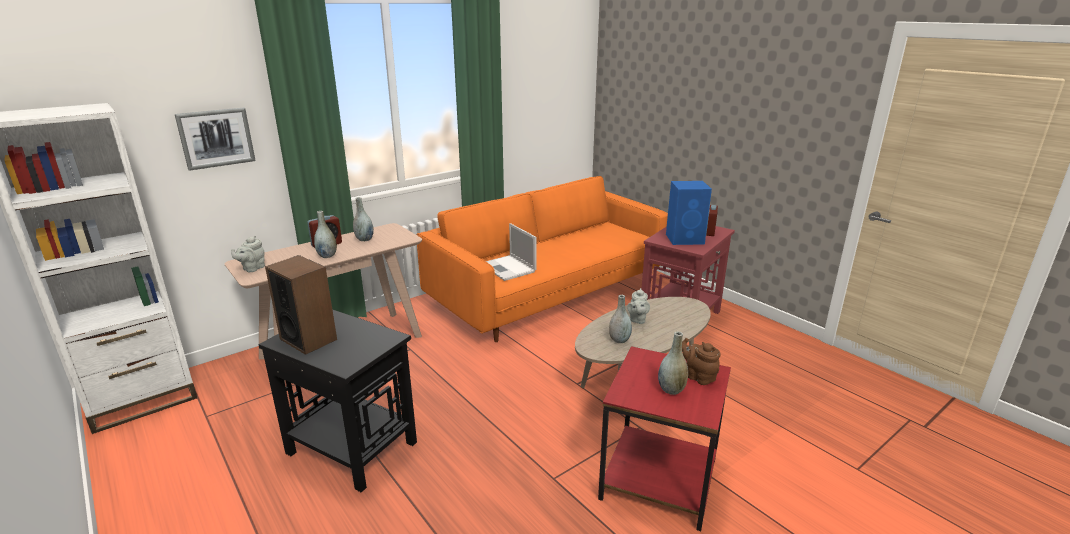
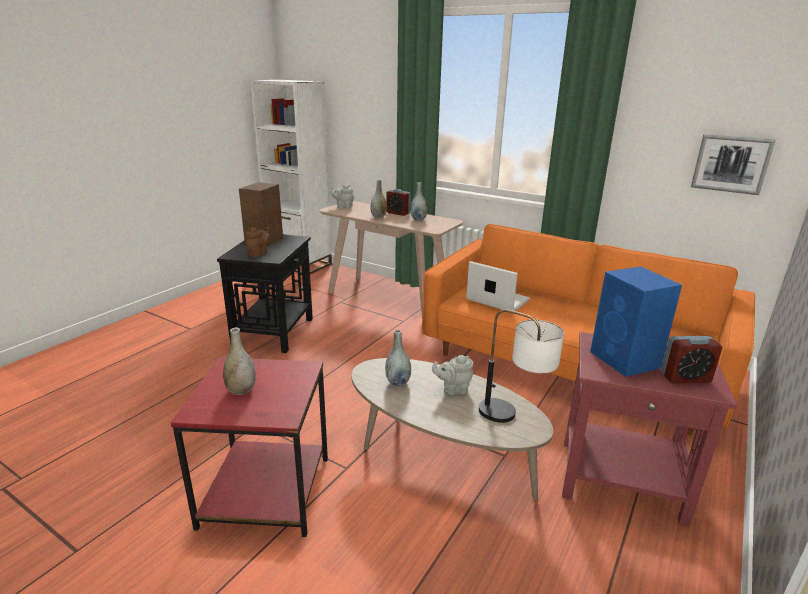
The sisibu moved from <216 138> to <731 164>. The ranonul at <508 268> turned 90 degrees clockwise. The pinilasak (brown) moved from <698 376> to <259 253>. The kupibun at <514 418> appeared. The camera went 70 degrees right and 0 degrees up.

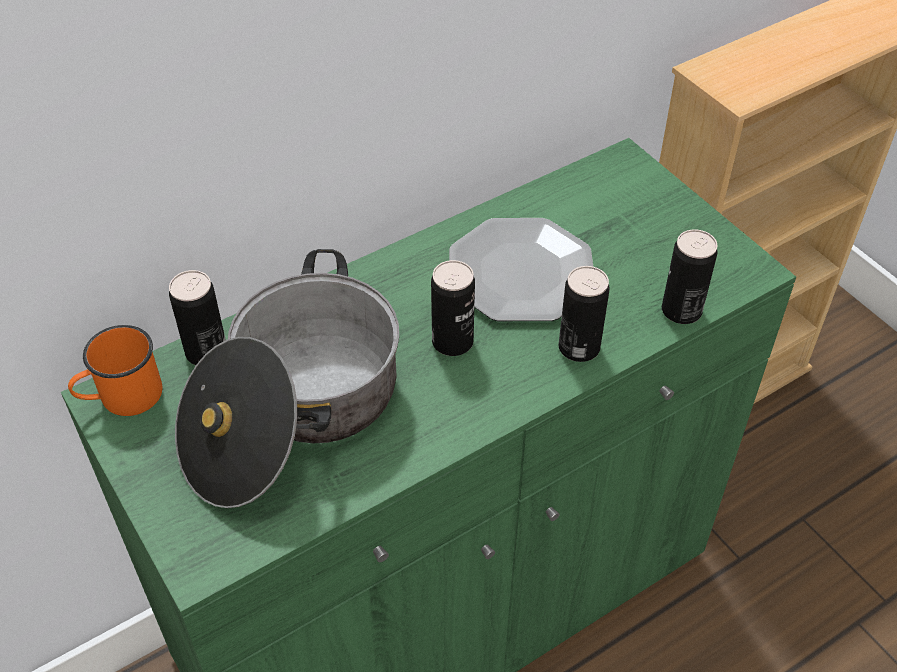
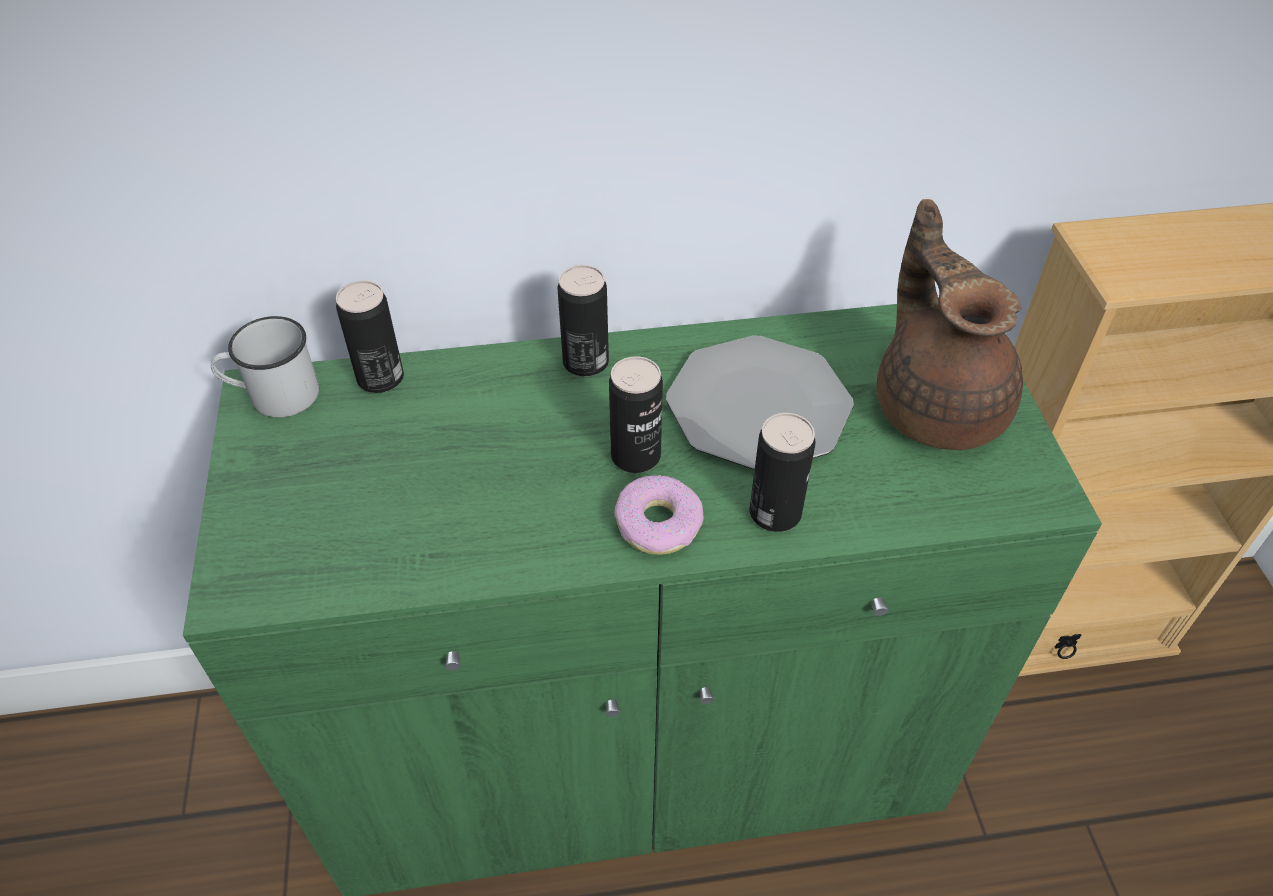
The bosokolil moved from <681 310> to <585 362>. The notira at <293 413> disappeared. The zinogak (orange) at <122 397> became the zinogak (white) at <274 395>. The pinilasak (brown) at <937 403> appeared. The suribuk at <658 523> appeared. The camera went 25 degrees right and 0 degrees up.

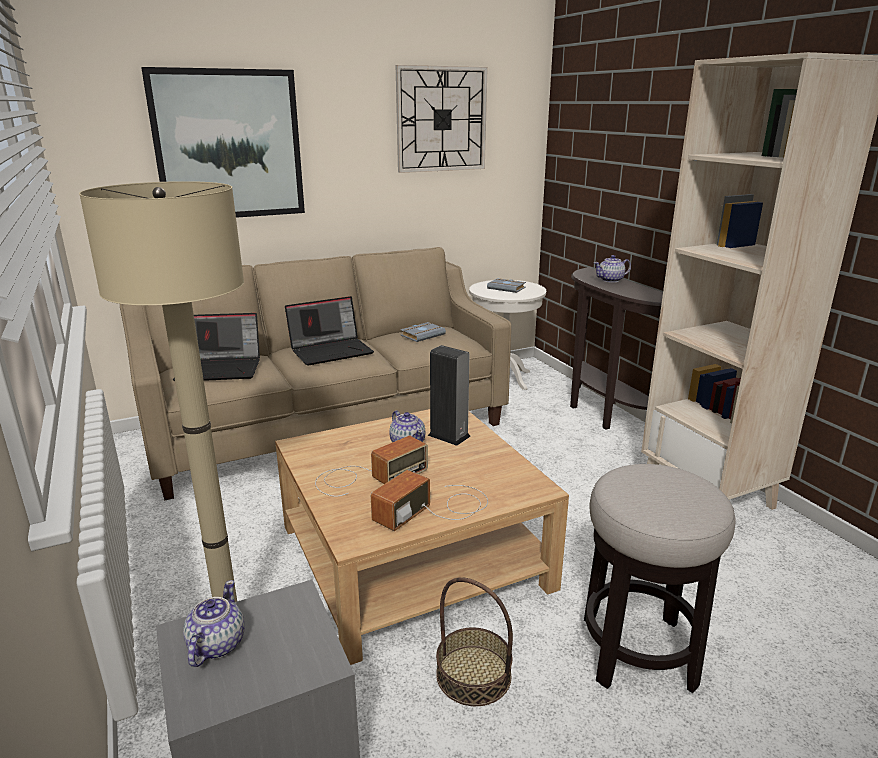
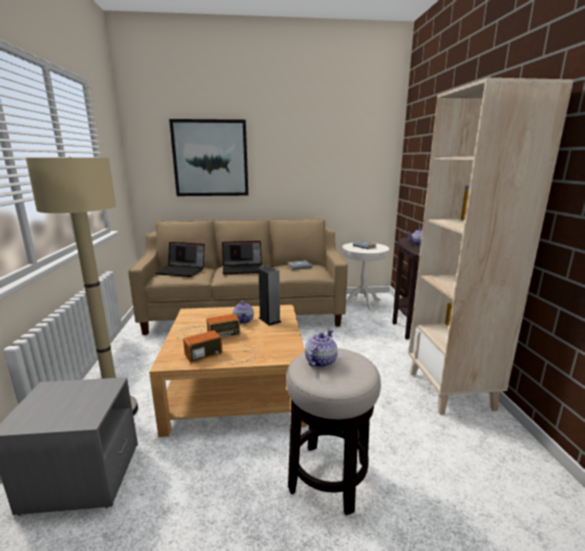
The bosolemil at <441 119> disappeared. The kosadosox at <474 675> disappeared. The pinilasak moved from <216 645> to <320 361>. The camera went 20 degrees right and 5 degrees down.

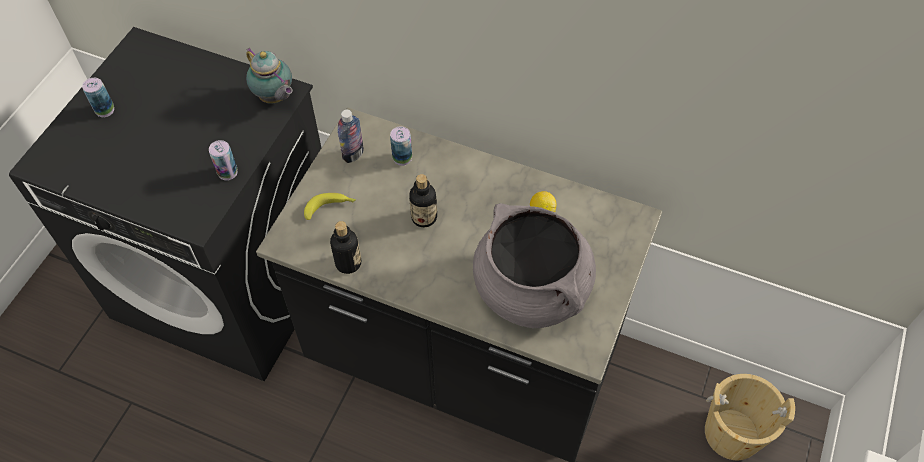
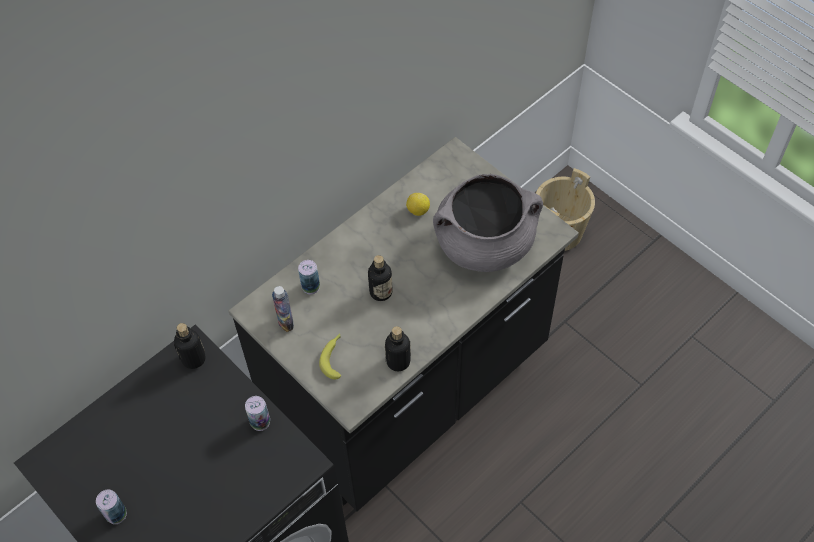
The pinilasak at <275 98> was replaced by the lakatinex at <193 359>. The camera went 65 degrees left and 0 degrees up.

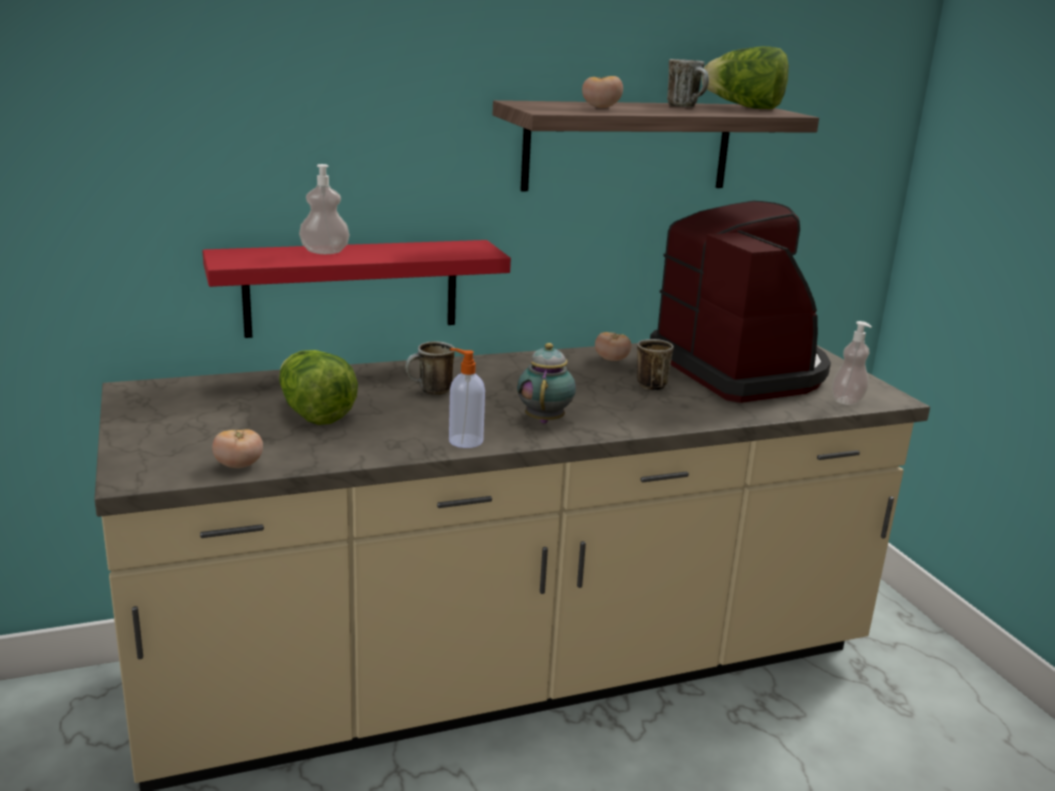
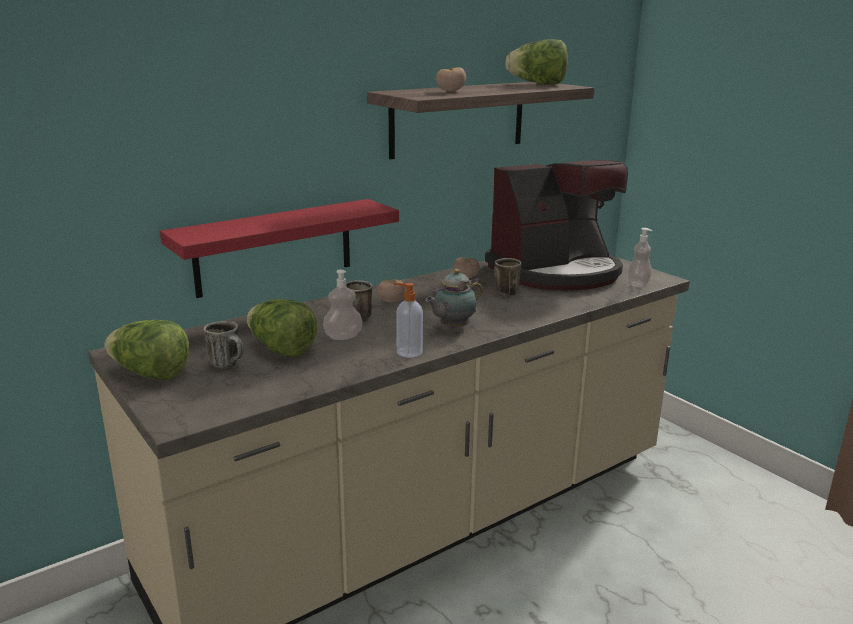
The zinogak moved from <686 106> to <229 365>. The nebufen moved from <324 252> to <343 337>. The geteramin at <741 369> turned 105 degrees clockwise. The pinilasak at <545 419> turned 120 degrees counterclockwise. The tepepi moved from <239 466> to <391 301>. The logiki at <150 374> appeared. The camera went 15 degrees left and 0 degrees up.

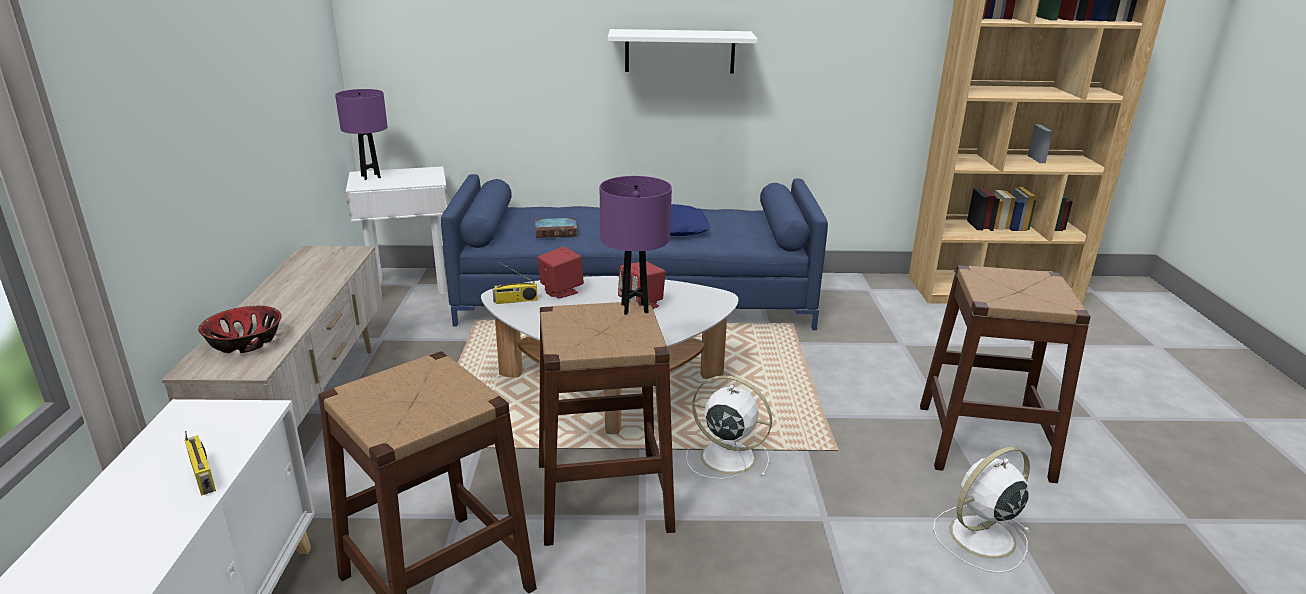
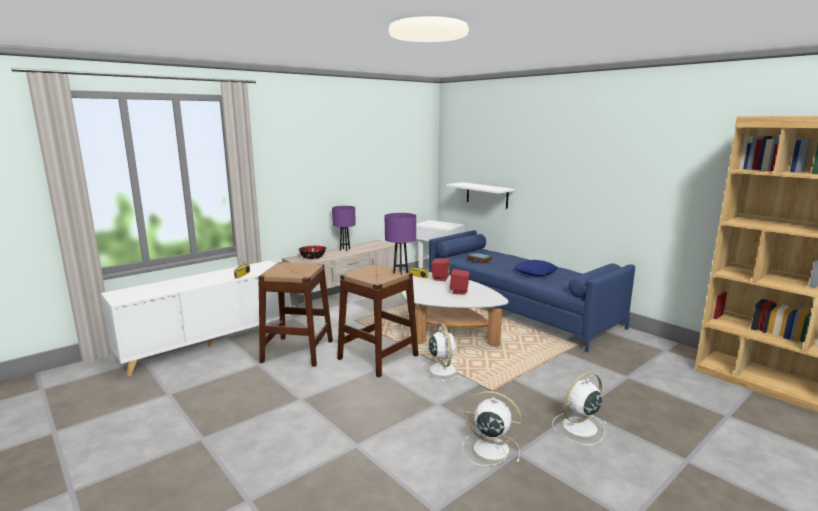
The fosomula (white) moved from <680 51> to <487 195>. The kupibun (purple) moved from <370 177> to <344 249>. The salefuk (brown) at <984 441> was replaced by the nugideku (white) at <578 428>. The camera went 50 degrees right and 10 degrees down.

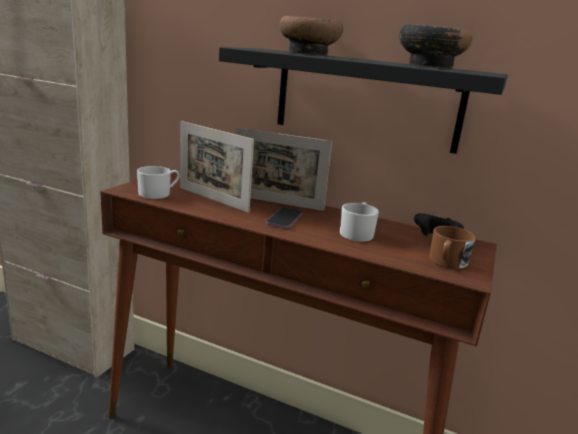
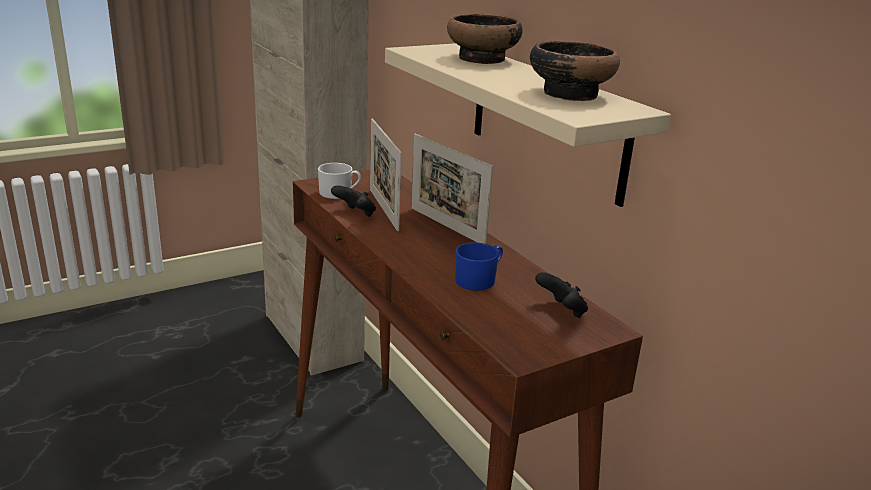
The fosomula (black) at <366 99> became the fosomula (beige) at <546 120>. The zinogak (white) at <357 233> became the zinogak (blue) at <479 279>. The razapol at <284 219> disappeared. The zinogak (brown) at <446 263> disappeared. The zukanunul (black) at <355 214> appeared. The camera went 35 degrees right and 5 degrees up.

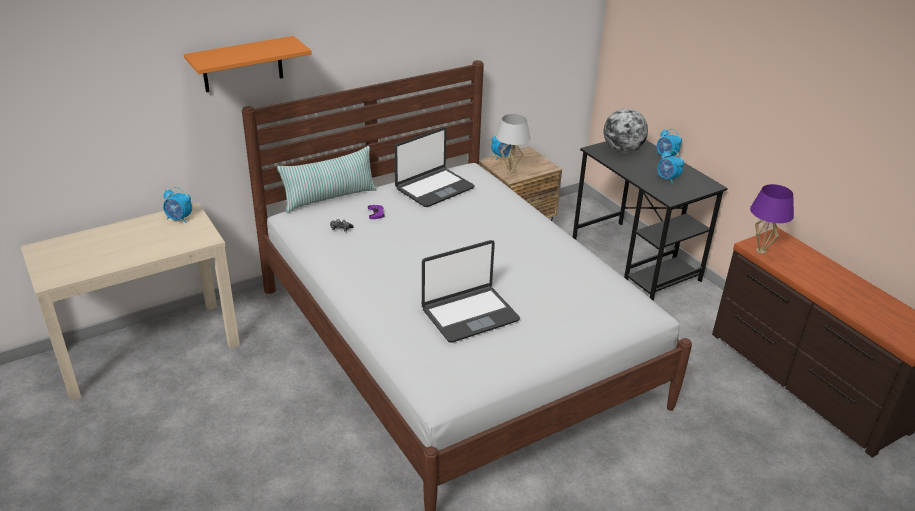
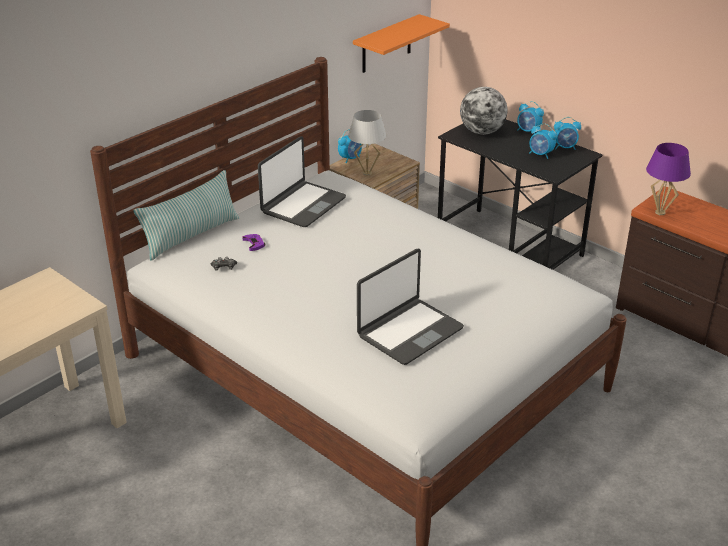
The fosomula (orange) moved from <242 64> to <386 44>. The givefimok moved from <179 219> to <565 148>. The camera went 15 degrees left and 0 degrees up.

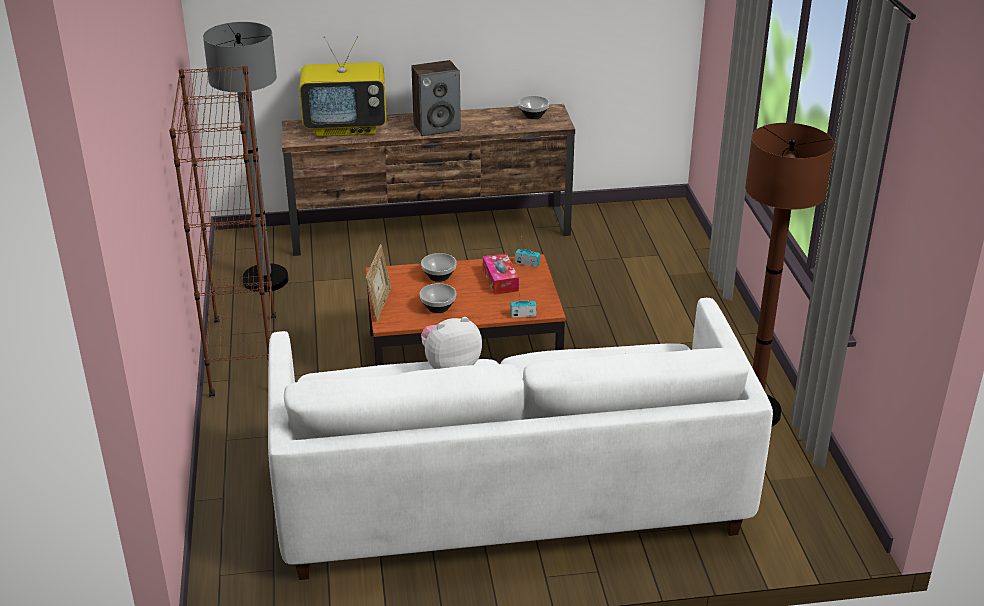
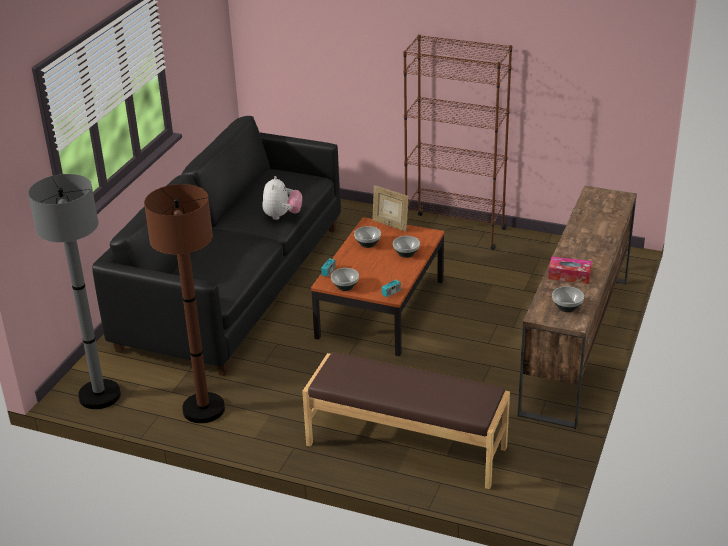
The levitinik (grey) moved from <265 280> to <99 396>. The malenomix at <346 127> disappeared. The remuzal at <437 127> disappeared. The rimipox moved from <500 280> to <569 275>. The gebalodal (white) at <509 495> became the gebalodal (black) at <234 286>. The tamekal at <345 287> appeared. The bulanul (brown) at <405 447> appeared. The camera went 120 degrees right and 0 degrees up.

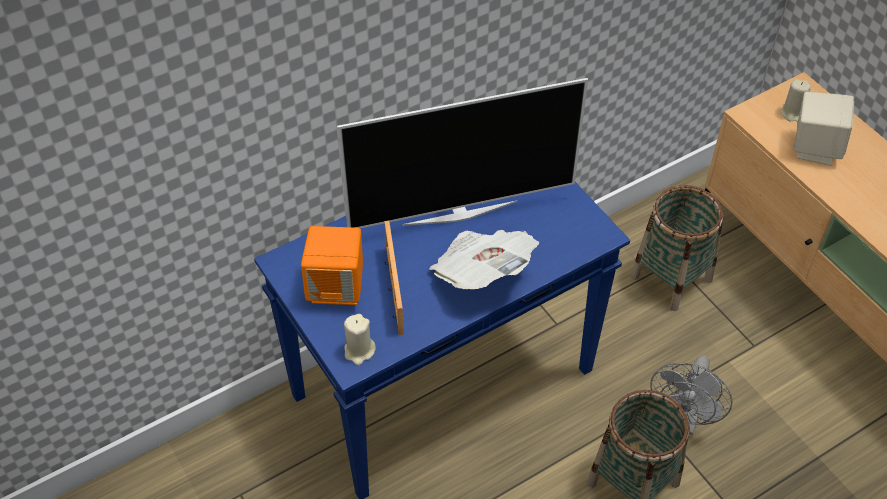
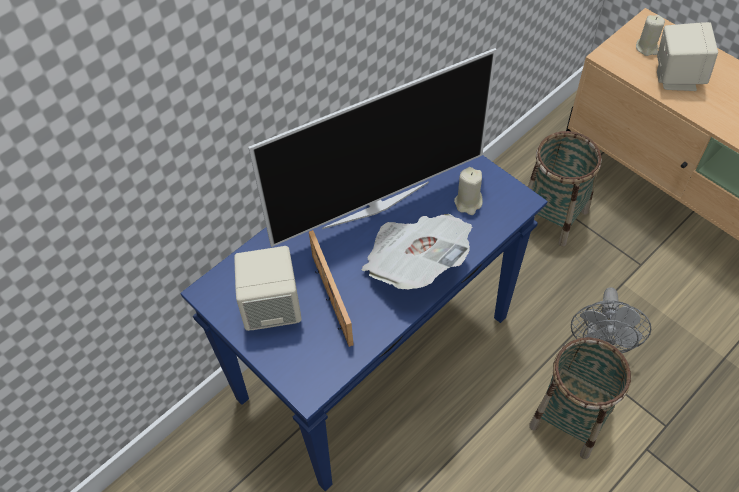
The remuzal (orange) at <336 287> became the remuzal (beige) at <273 308>. The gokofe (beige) moved from <359 351> to <468 203>. The camera went 10 degrees left and 5 degrees up.

